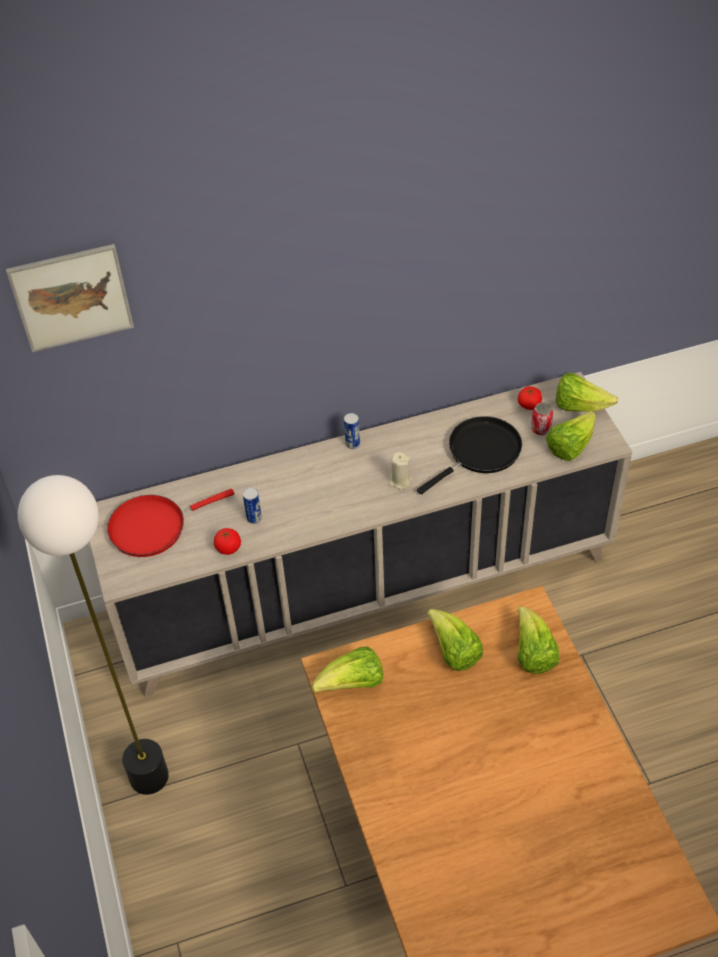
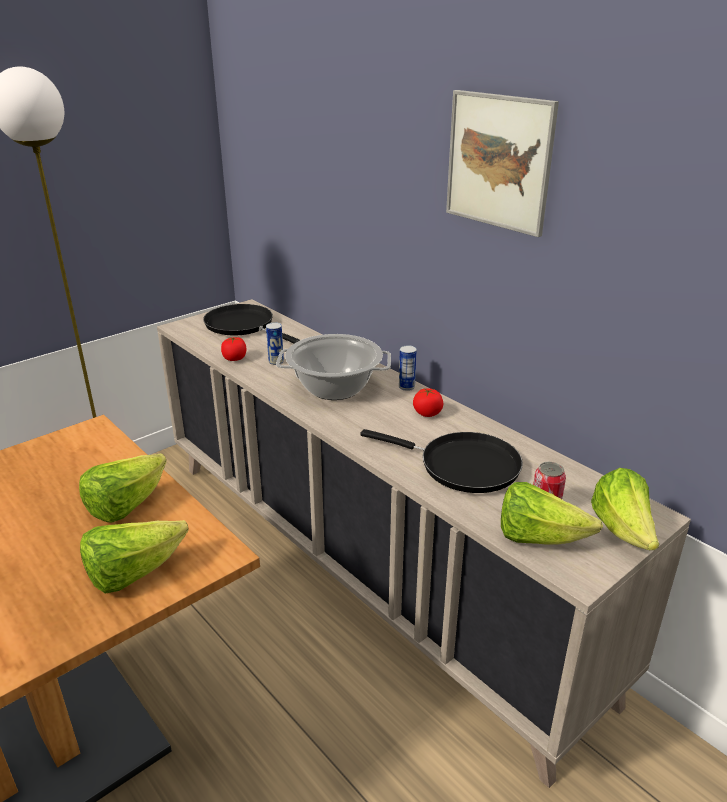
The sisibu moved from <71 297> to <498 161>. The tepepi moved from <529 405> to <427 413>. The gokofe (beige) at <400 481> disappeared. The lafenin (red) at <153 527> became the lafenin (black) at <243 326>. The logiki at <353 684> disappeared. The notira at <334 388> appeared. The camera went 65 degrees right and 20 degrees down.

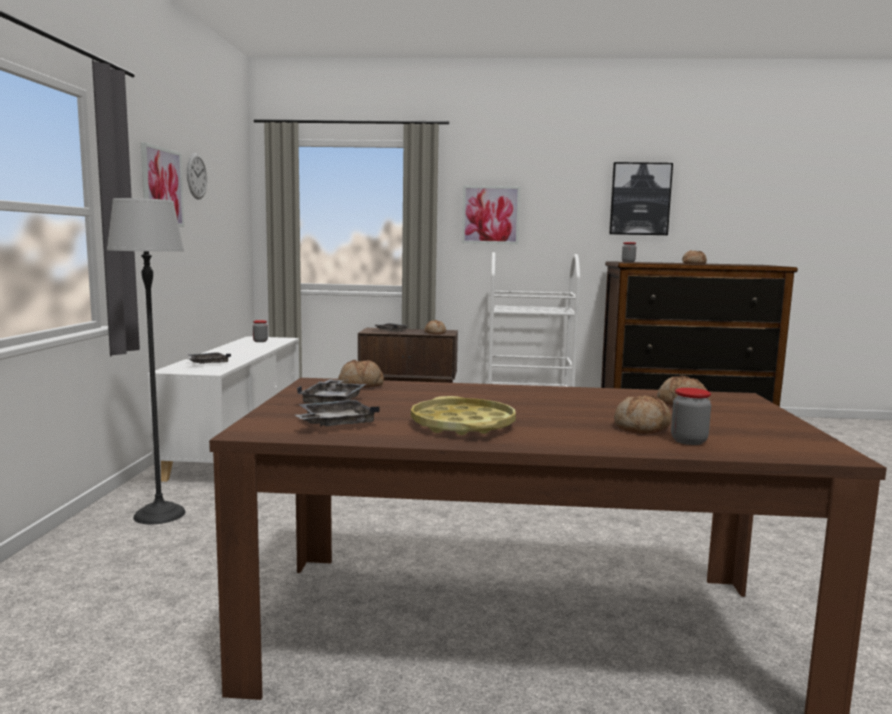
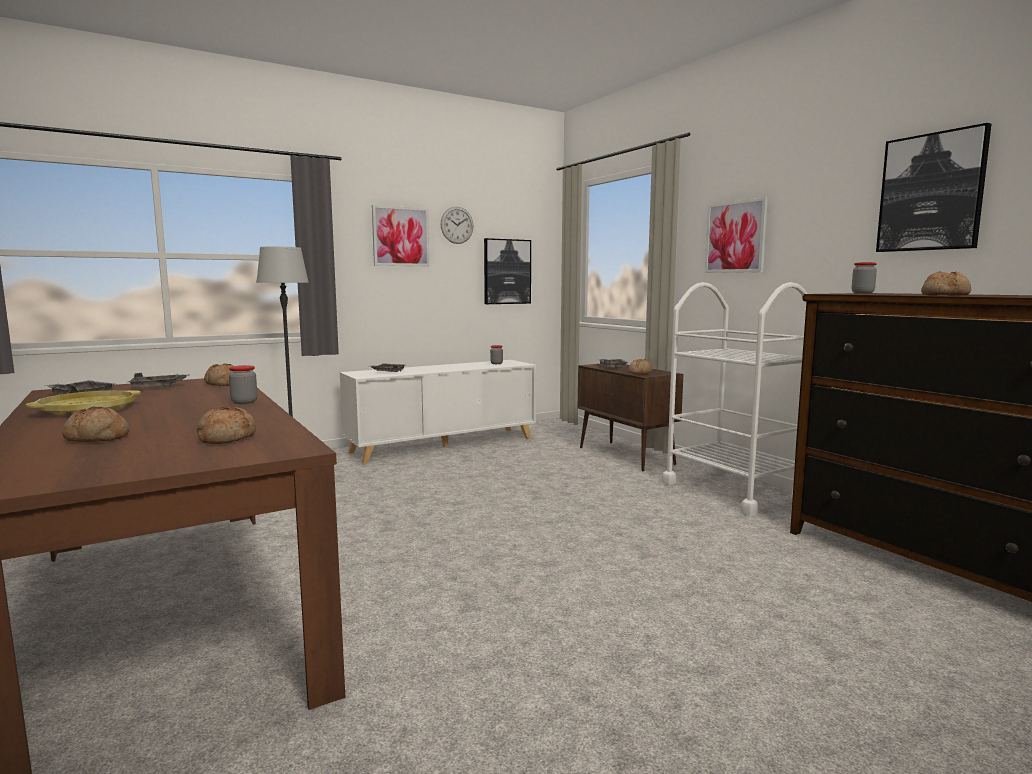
The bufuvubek moved from <688 441> to <244 402>. The sisibu at <507 271> appeared. The camera went 55 degrees right and 0 degrees up.

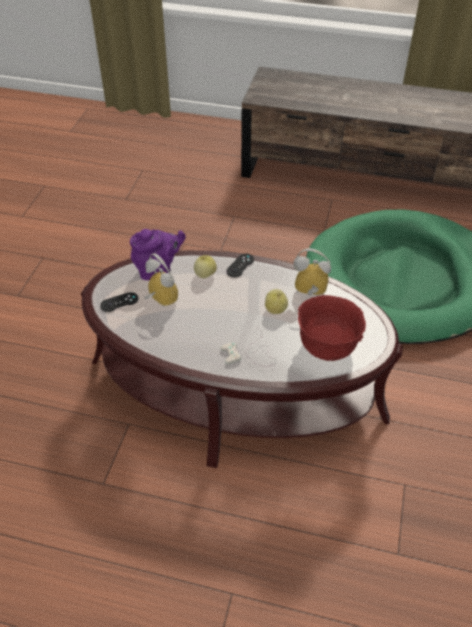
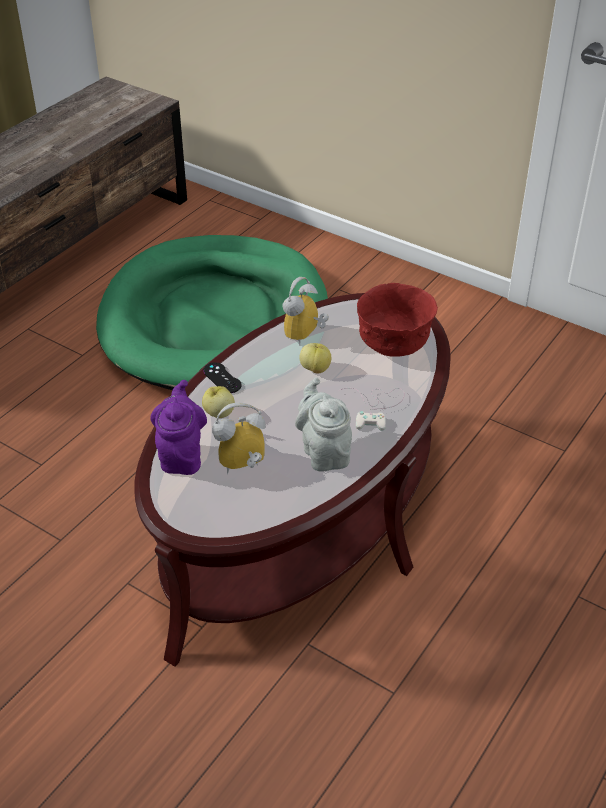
The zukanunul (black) at <119 302> disappeared. The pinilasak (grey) at <324 452> appeared. The camera went 70 degrees left and 5 degrees down.

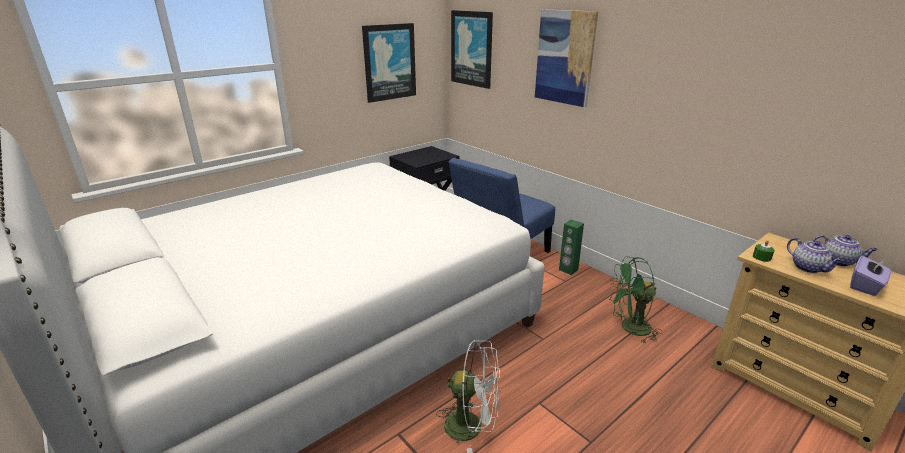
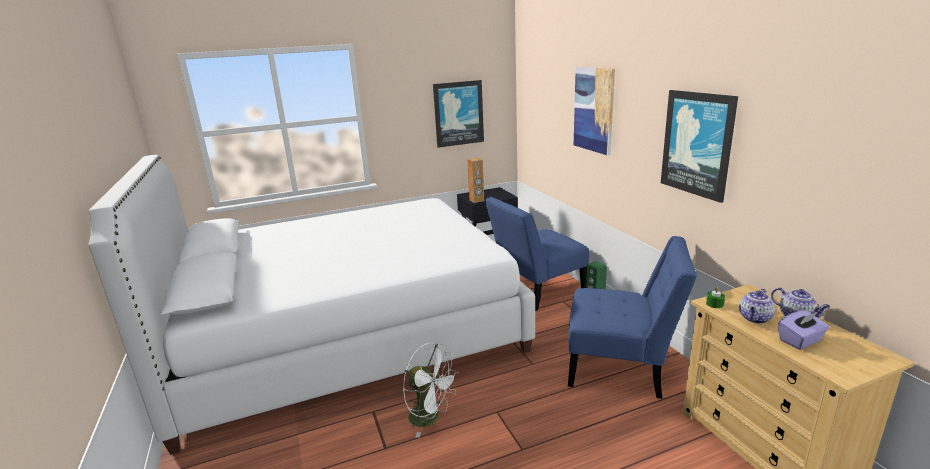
The sisibu moved from <472 49> to <697 144>. The pinilasak at <808 268> turned 45 degrees clockwise. The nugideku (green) at <629 328> was replaced by the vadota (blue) at <621 368>. The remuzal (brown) at <477 200> appeared. The camera went 20 degrees right and 5 degrees down.

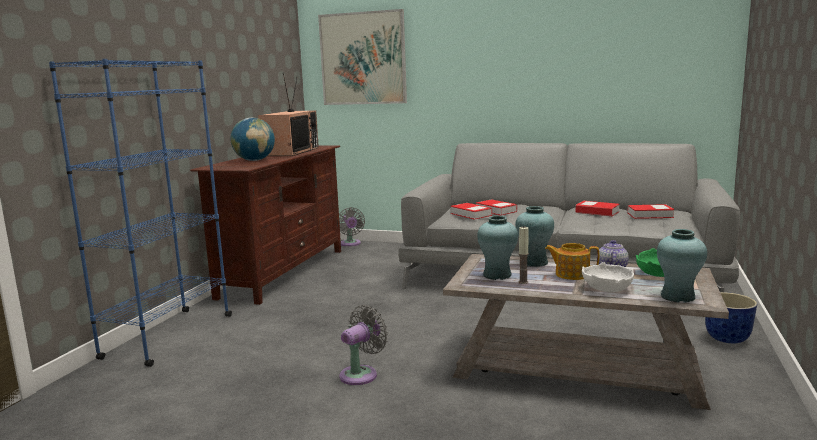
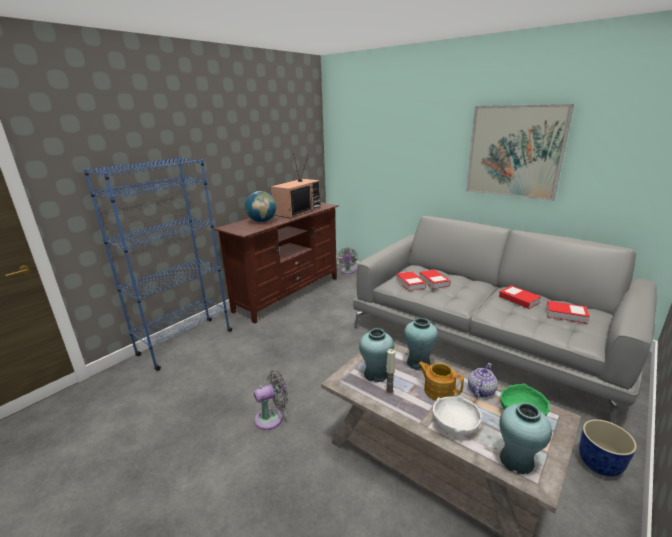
The sisibu moved from <363 58> to <514 152>. The camera went 20 degrees right and 10 degrees up.

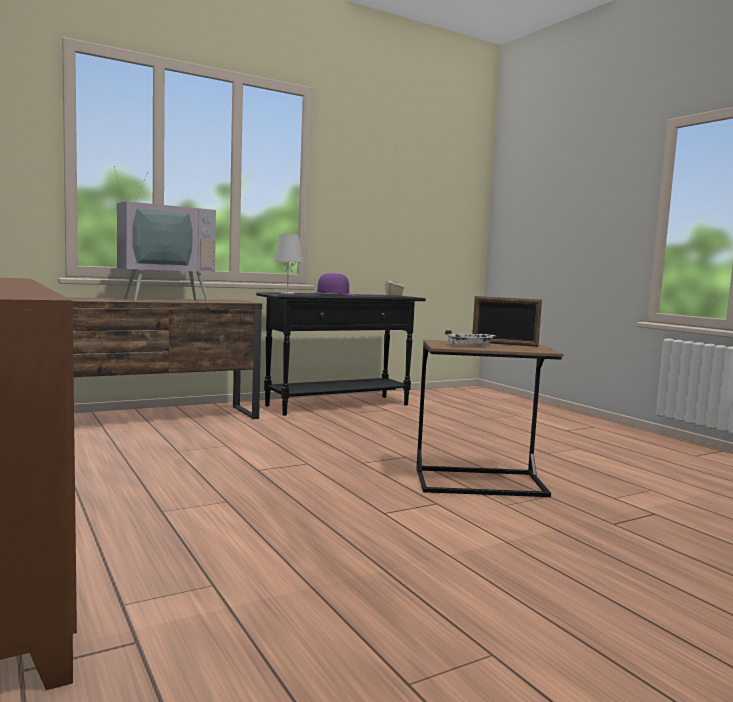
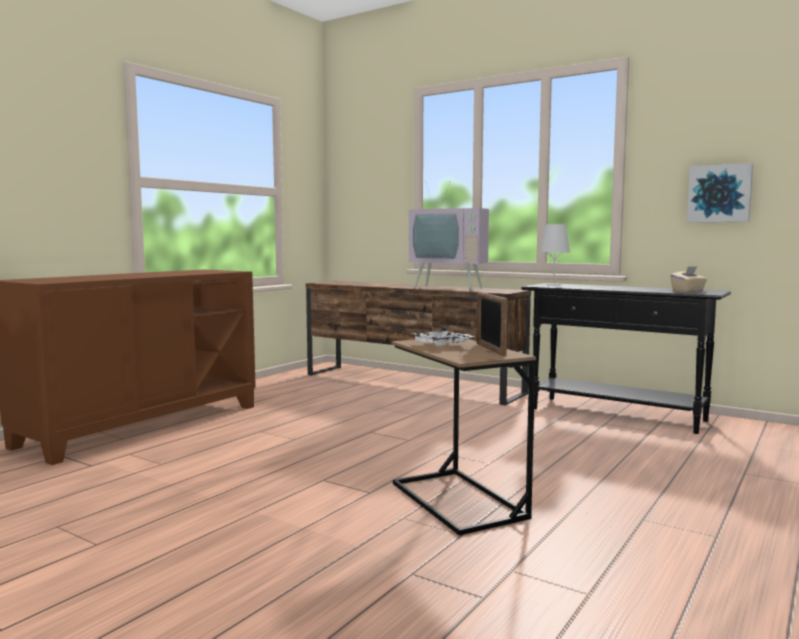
The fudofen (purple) at <333 294> disappeared. The sisibu at <719 193> appeared. The camera went 65 degrees right and 0 degrees up.

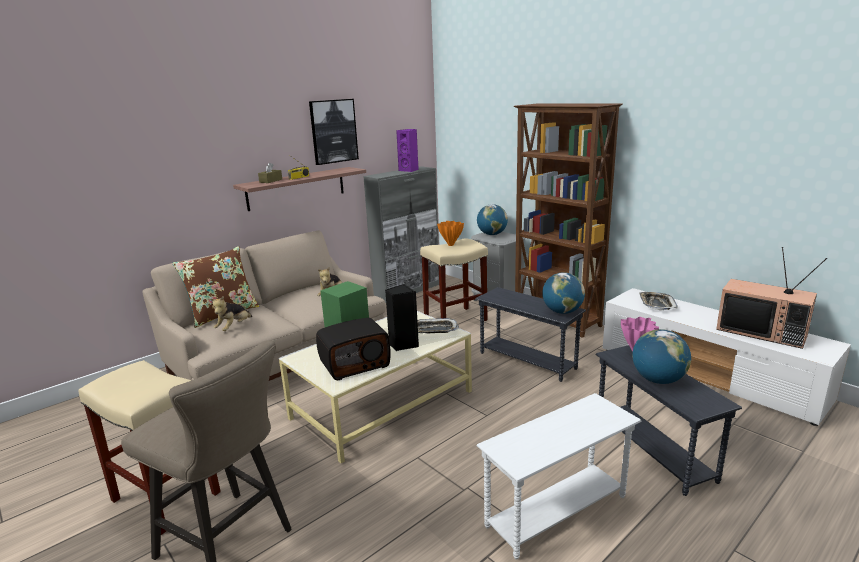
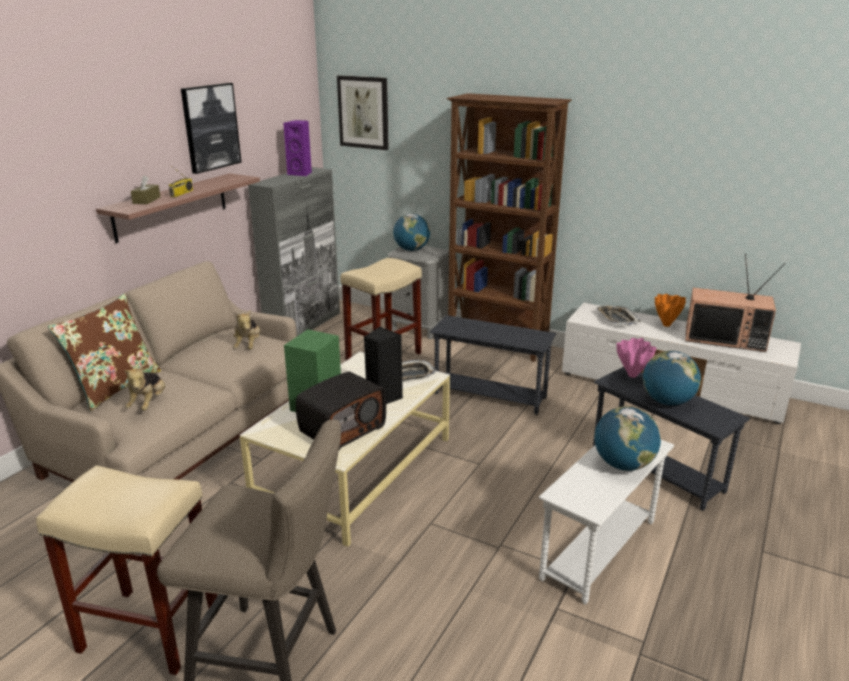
The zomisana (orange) moved from <450 245> to <666 325>. The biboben moved from <562 312> to <623 464>. The sisibu at <363 112> appeared. The camera went 20 degrees left and 5 degrees up.

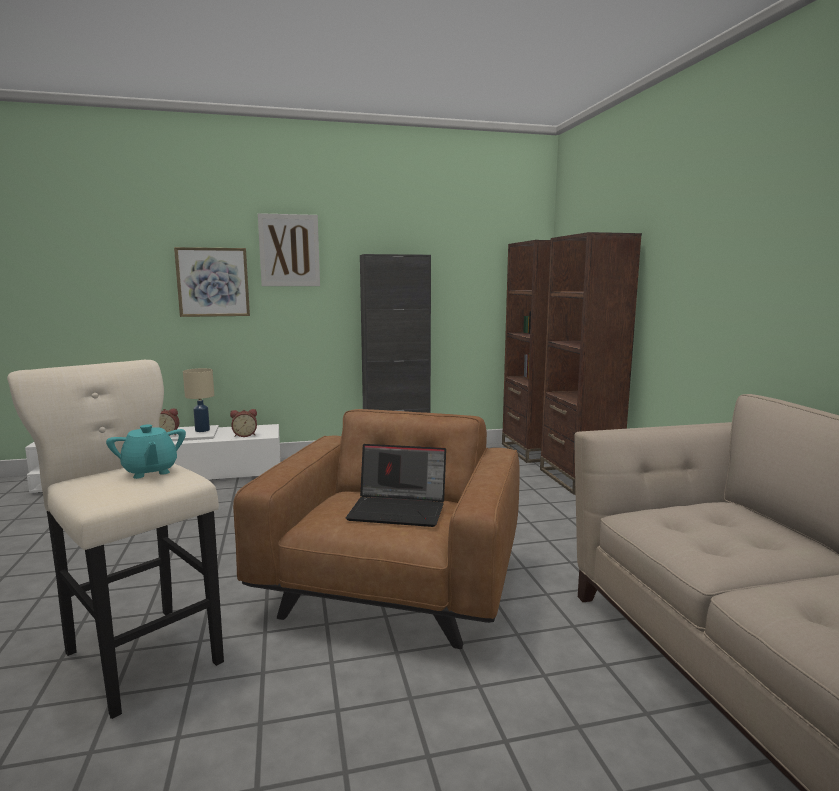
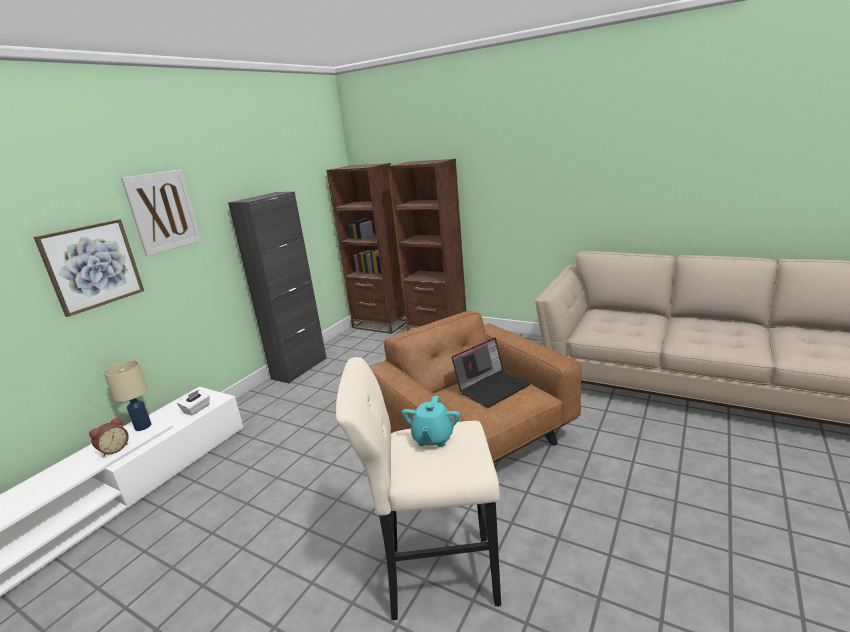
The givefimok at <245 435> was replaced by the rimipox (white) at <197 409>. The pinilasak (turquoise) at <150 471> turned 90 degrees clockwise. The camera went 45 degrees left and 10 degrees up.

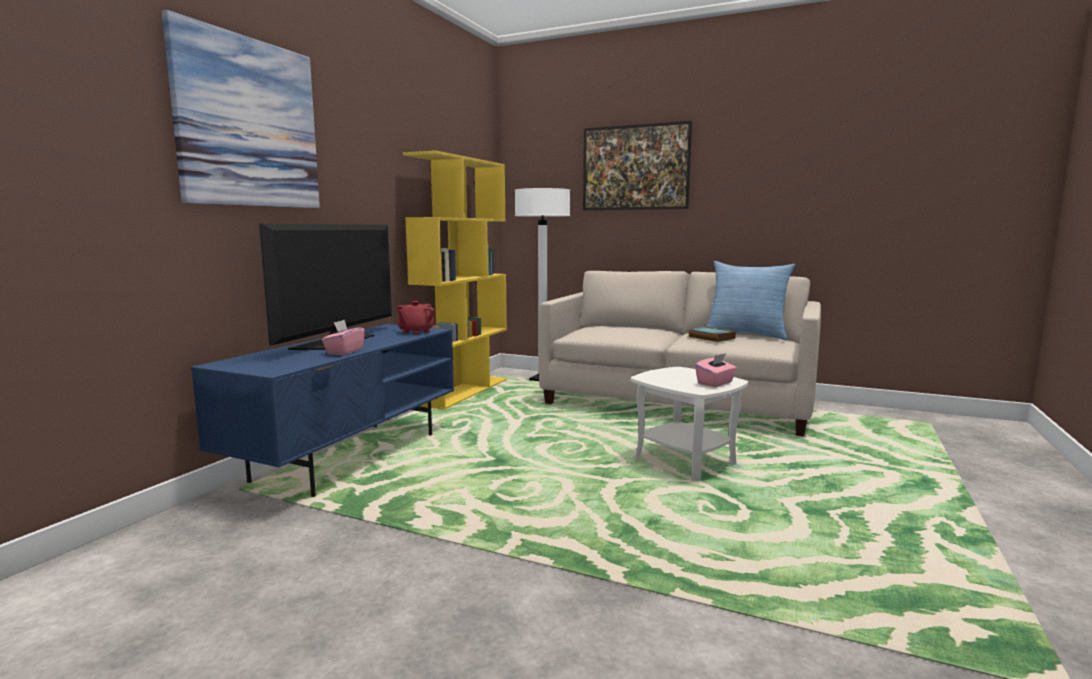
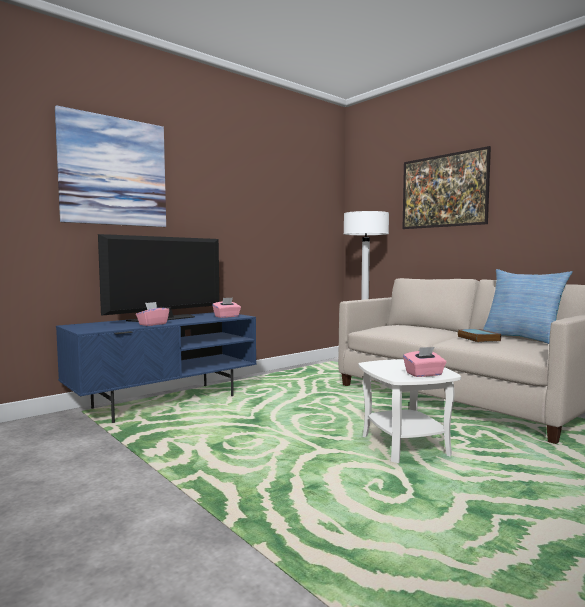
The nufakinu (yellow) at <463 392> disappeared. The pinilasak (red) at <416 332> was replaced by the rimipox (pink) at <227 316>. The camera went 25 degrees right and 5 degrees down.

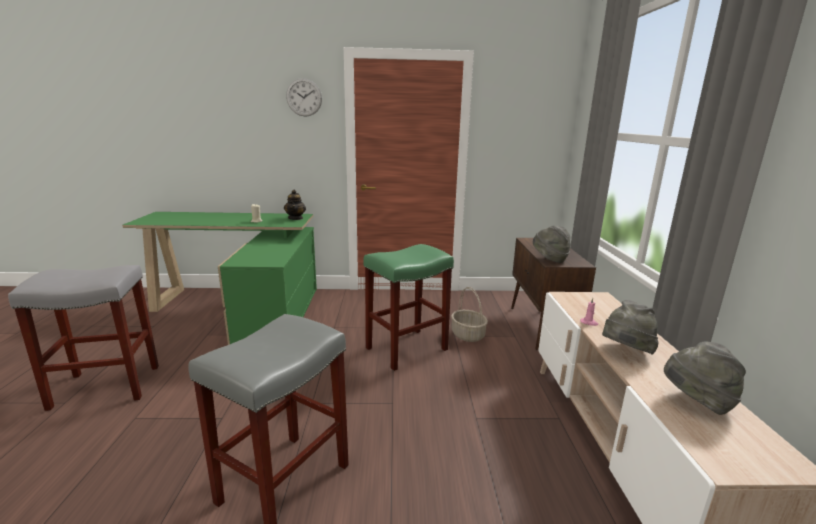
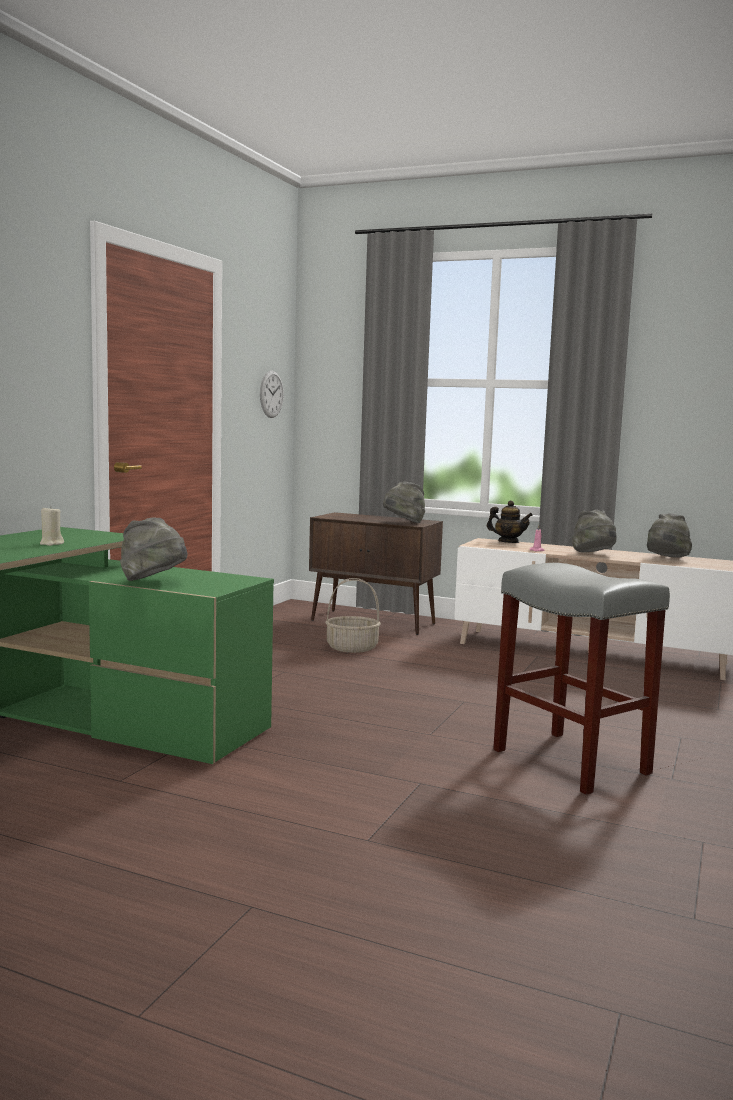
The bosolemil moved from <304 97> to <271 394>. The pinilasak moved from <295 218> to <508 542>. The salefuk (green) at <406 349> disappeared. The salefuk (grey) at <104 387> disappeared. The fudofen (grey) at <154 582> appeared. The camera went 65 degrees left and 10 degrees down.

